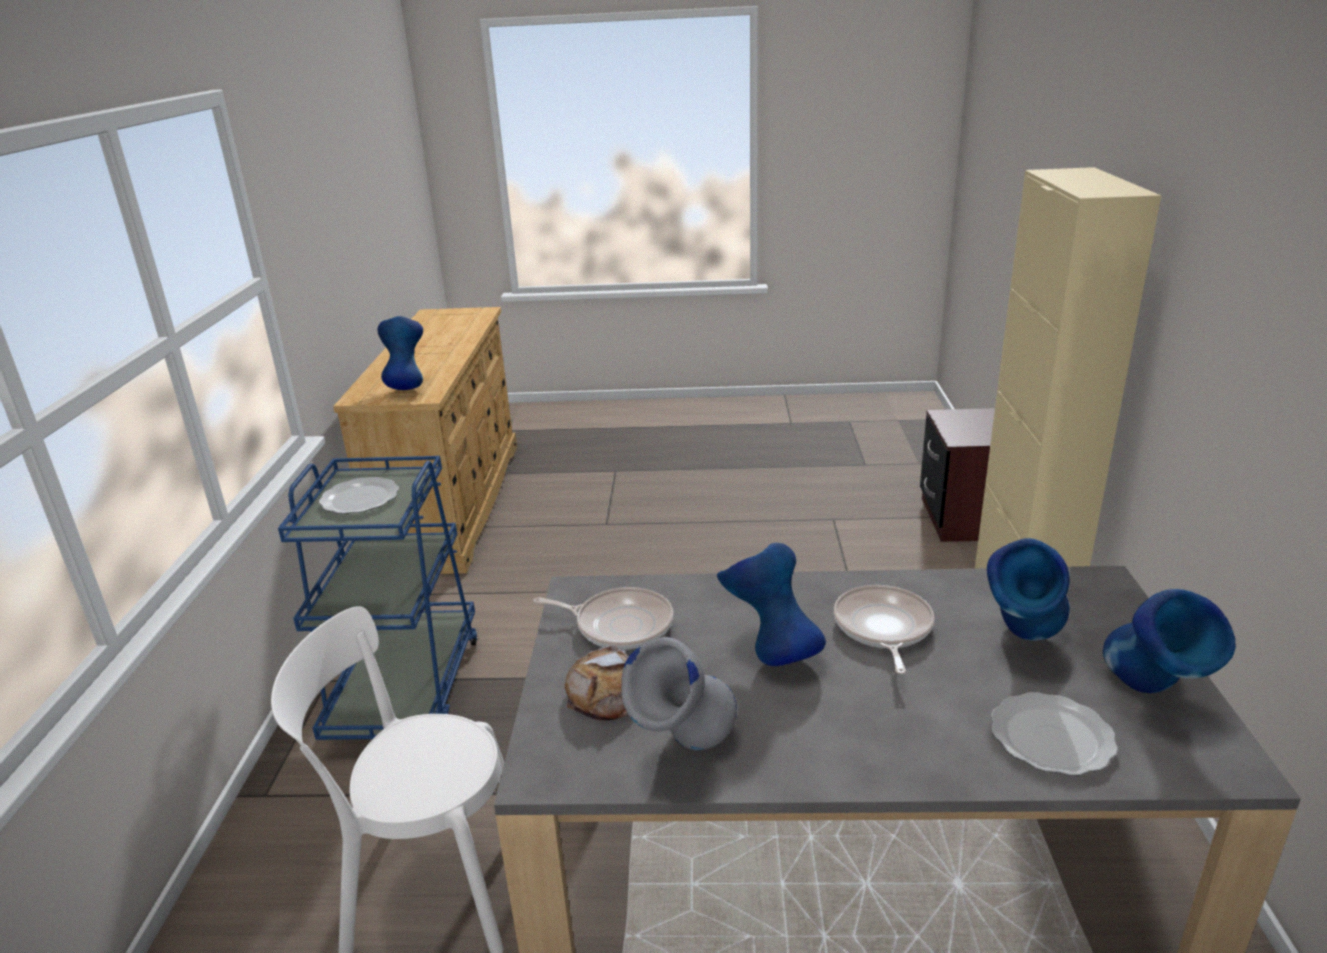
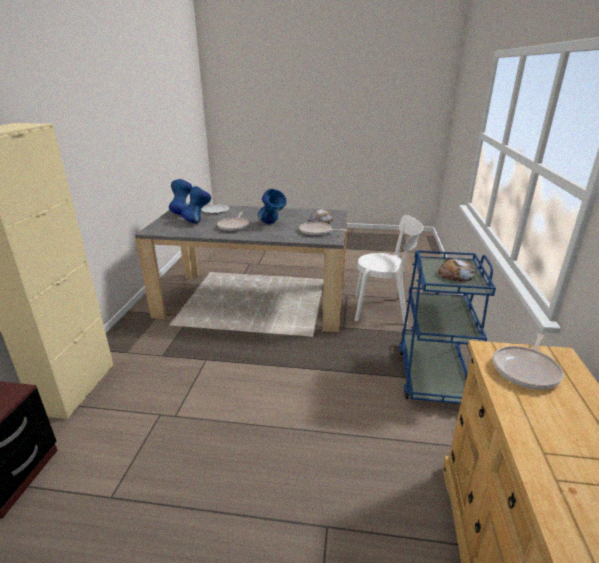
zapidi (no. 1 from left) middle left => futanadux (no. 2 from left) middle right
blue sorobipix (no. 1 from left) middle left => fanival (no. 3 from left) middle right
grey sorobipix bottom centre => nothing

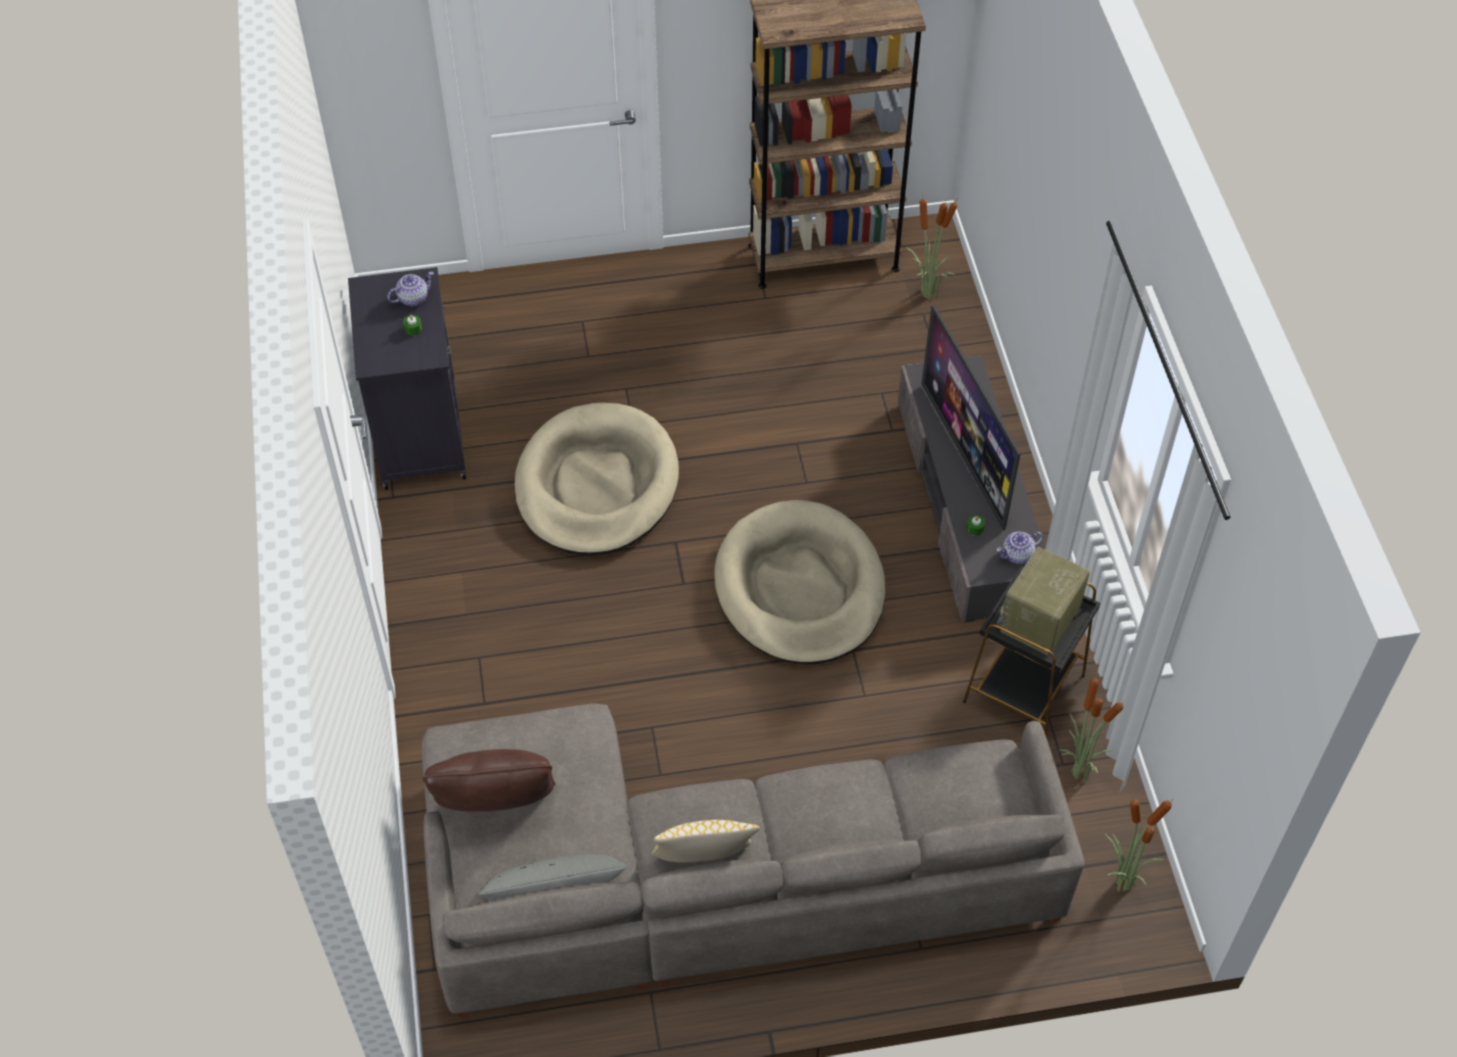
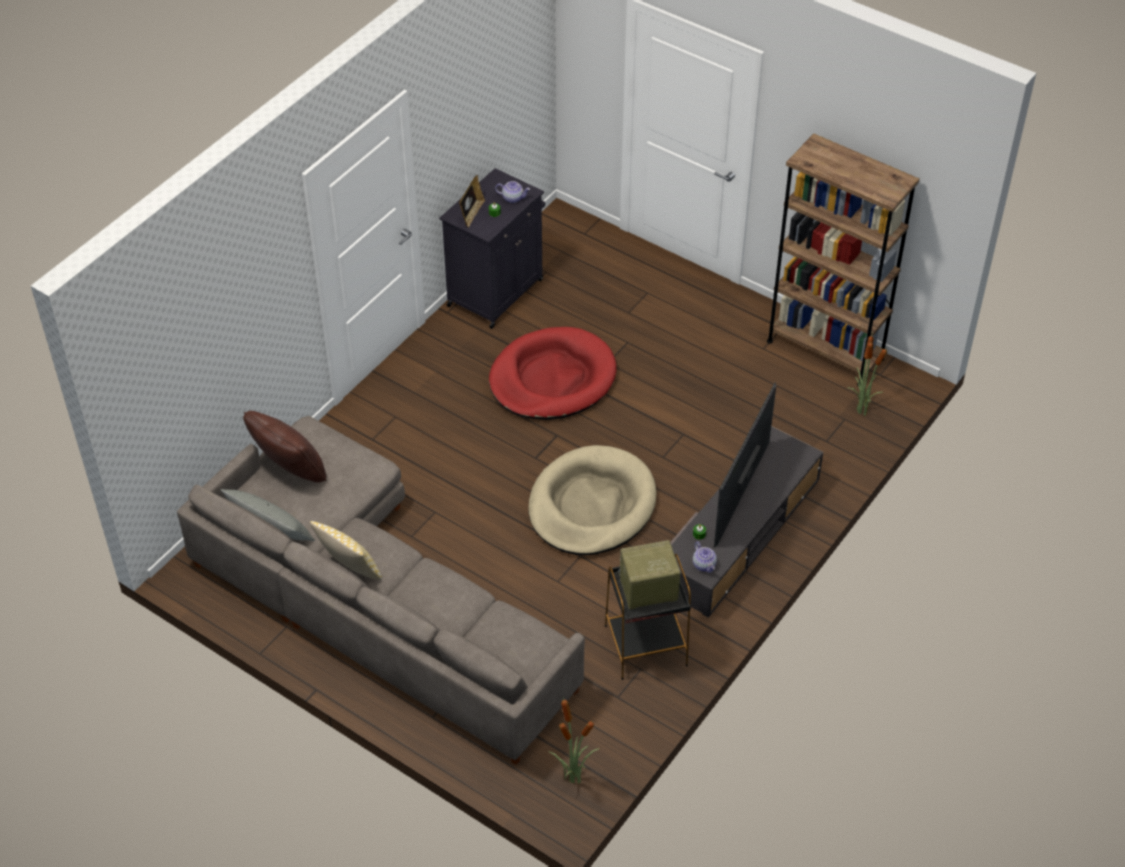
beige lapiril (no. 1 from left) centre => red lapiril centre
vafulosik (no. 2 from left) middle right => vafulosik (no. 2 from left) centre, 135 degrees counterclockwise
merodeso (no. 2 from left) bottom right => nothing
nothing => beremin top centre

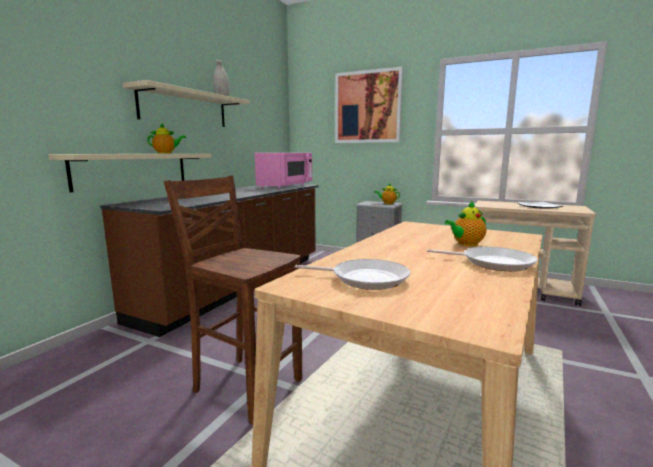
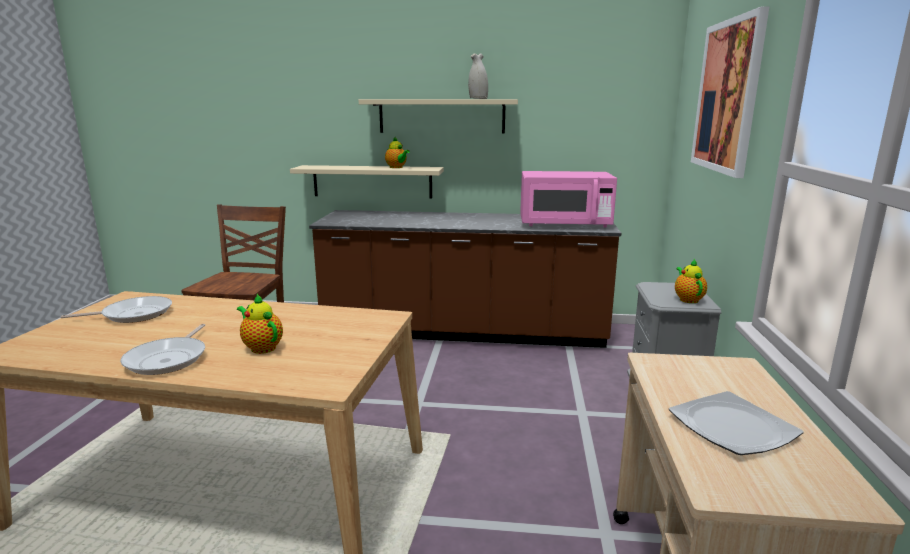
fanival (no. 1 from left) centre => fanival (no. 1 from left) middle left, 105 degrees counterclockwise

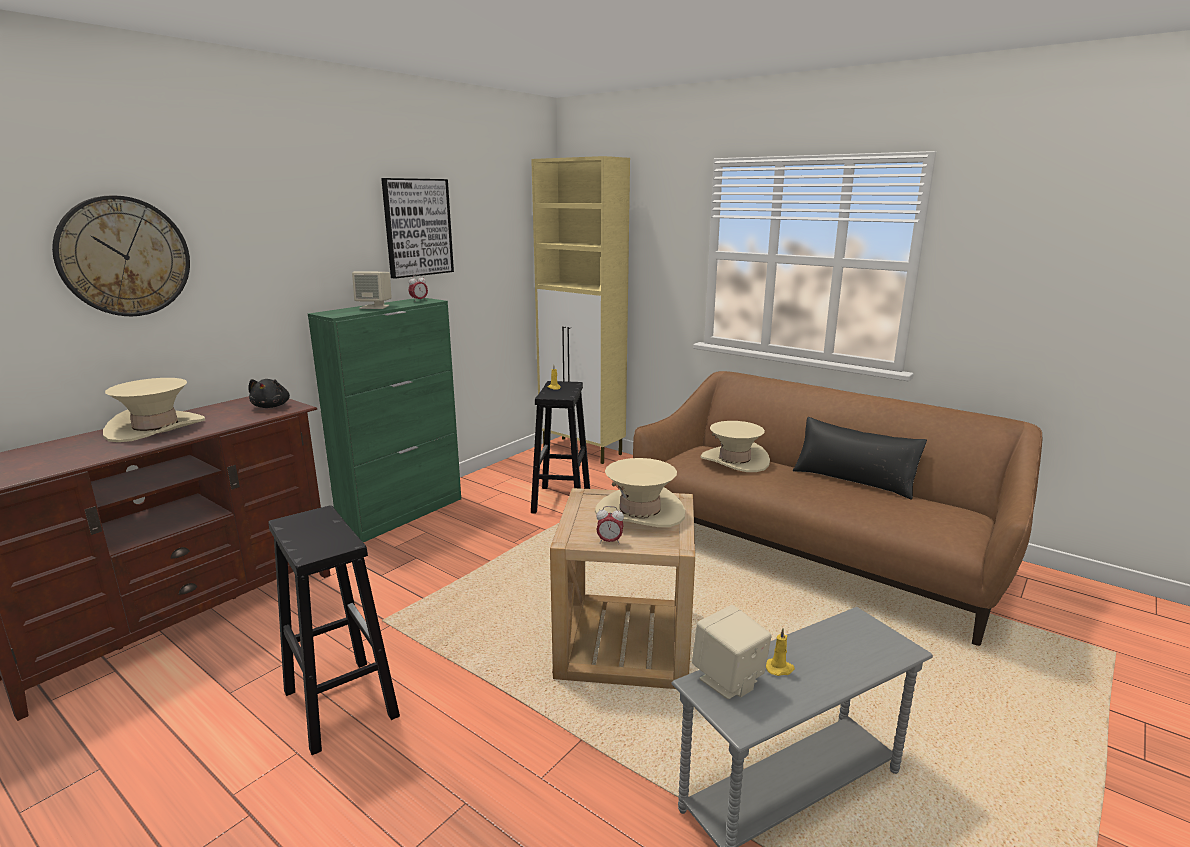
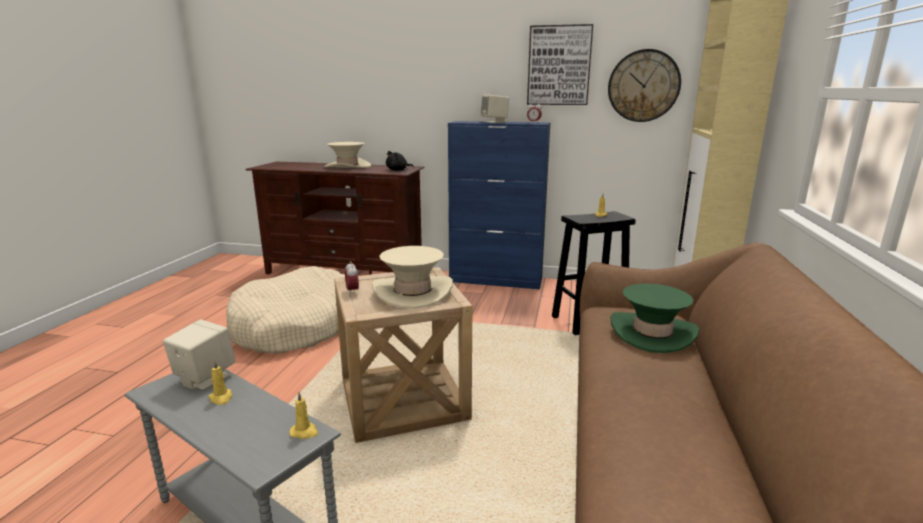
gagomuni top left => gagomuni top right, relocated
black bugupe (no. 1 from left) bottom left => beige lapiril middle left
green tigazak middle left => blue tigazak centre
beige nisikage (no. 3 from left) centre => green nisikage middle right
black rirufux middle right => nothing
nothing => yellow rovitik (no. 2 from left) bottom left

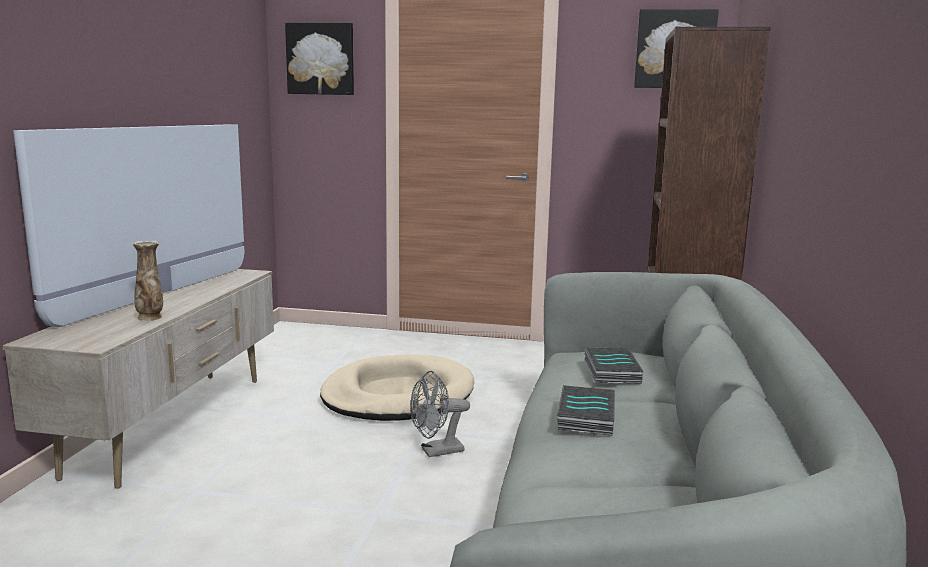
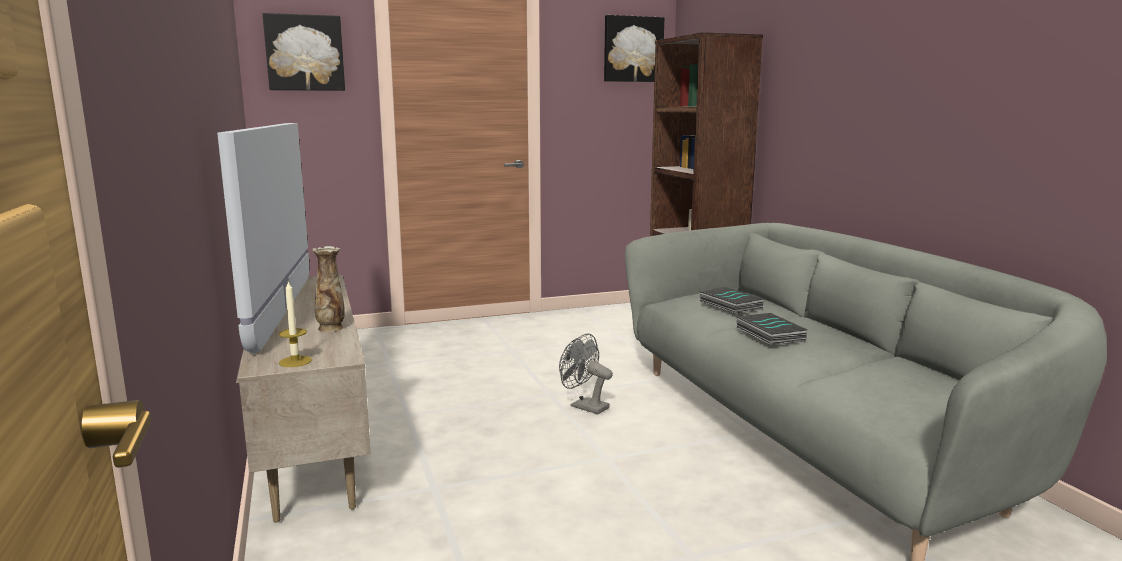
beige lapiril bottom centre => nothing
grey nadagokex bottom centre, 90 degrees clockwise
nothing => rovitik middle left

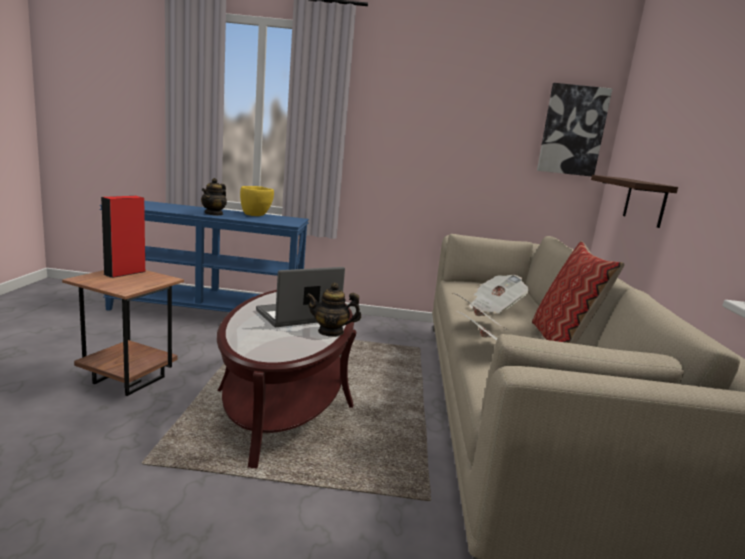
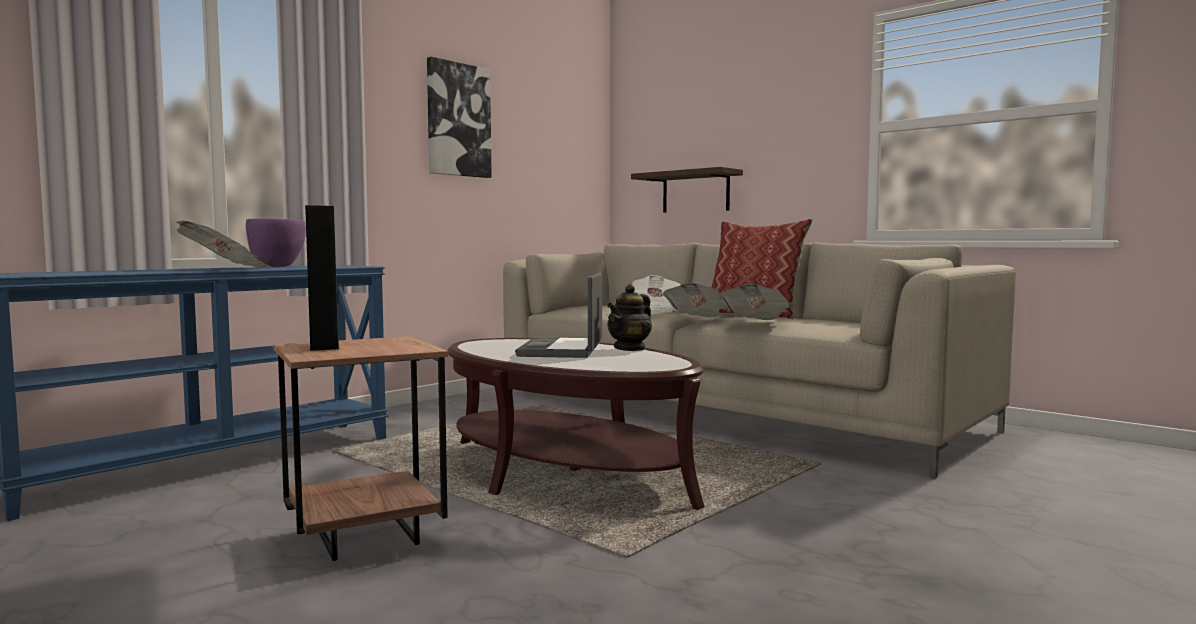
vafulosik (no. 1 from left) middle left => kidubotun (no. 1 from left) middle left
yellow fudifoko centre => purple fudifoko middle left
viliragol top right => viliragol top centre, relocated

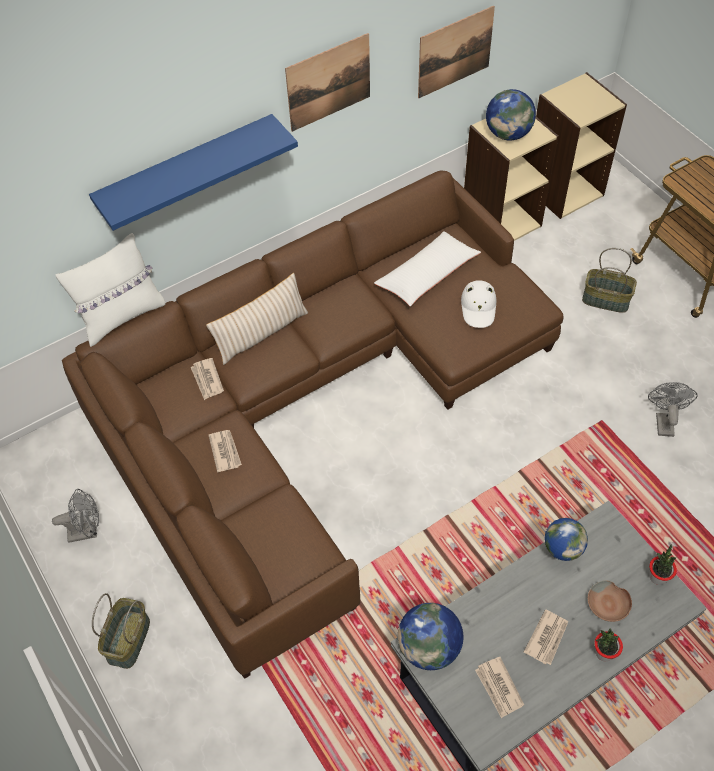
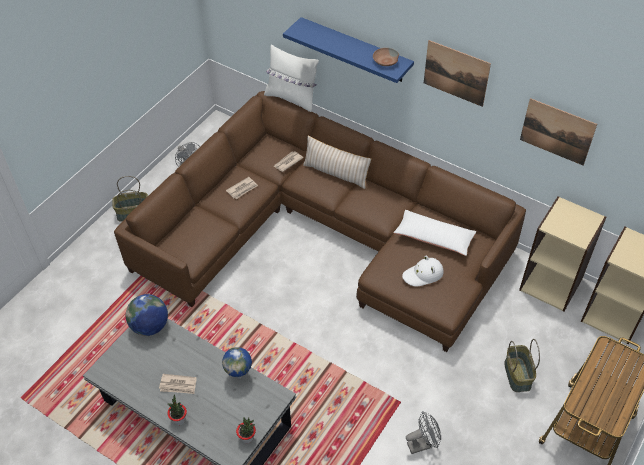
kidubotun (no. 3 from left) bottom right => nothing
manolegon (no. 2 from left) top right => nothing
brown fudifoko bottom right => brown fudifoko top centre, relocated

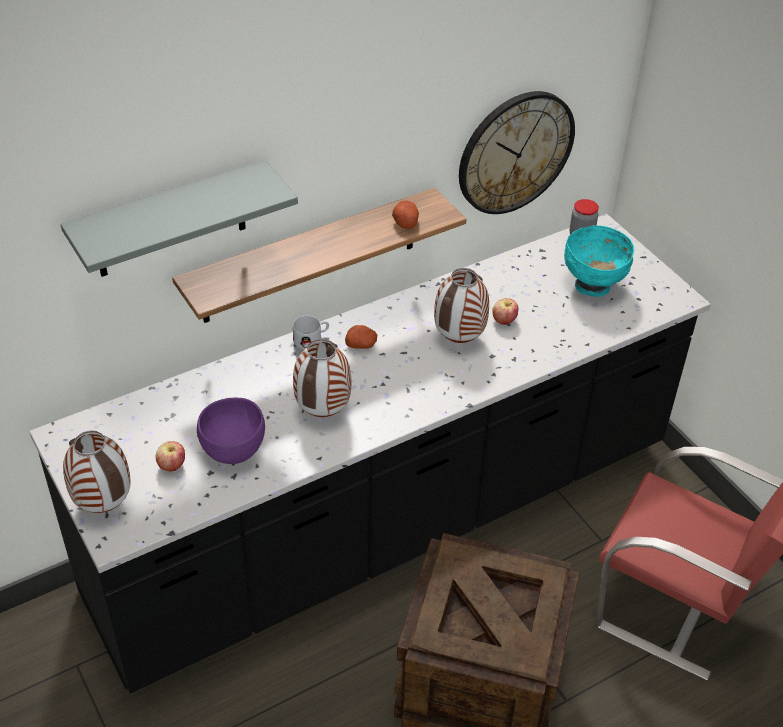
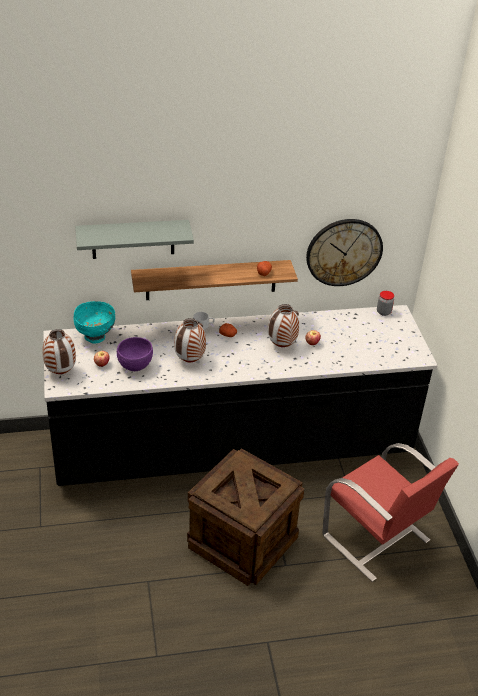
turquoise fudifoko middle right => turquoise fudifoko middle left, relocated

